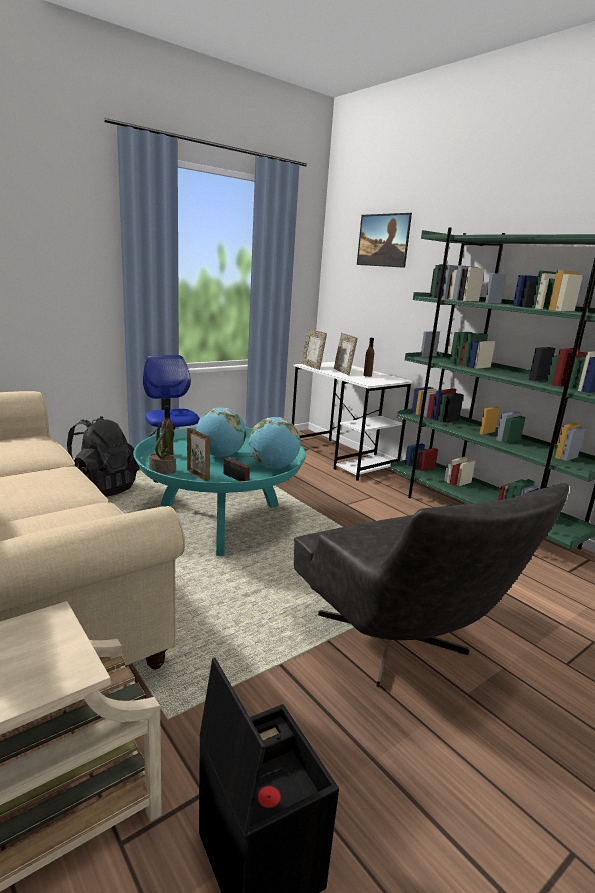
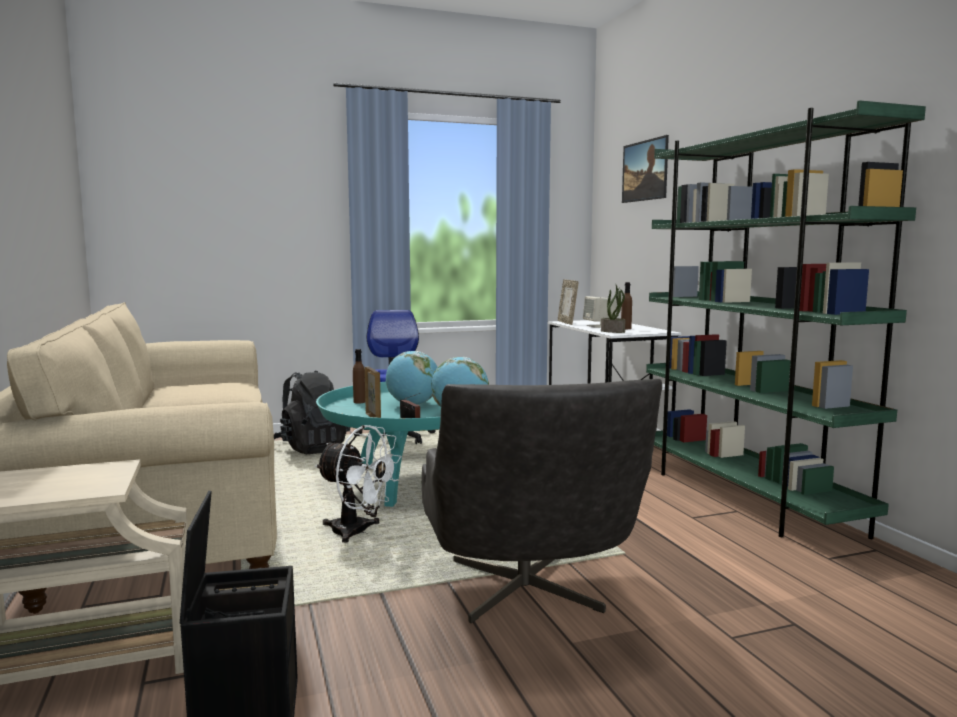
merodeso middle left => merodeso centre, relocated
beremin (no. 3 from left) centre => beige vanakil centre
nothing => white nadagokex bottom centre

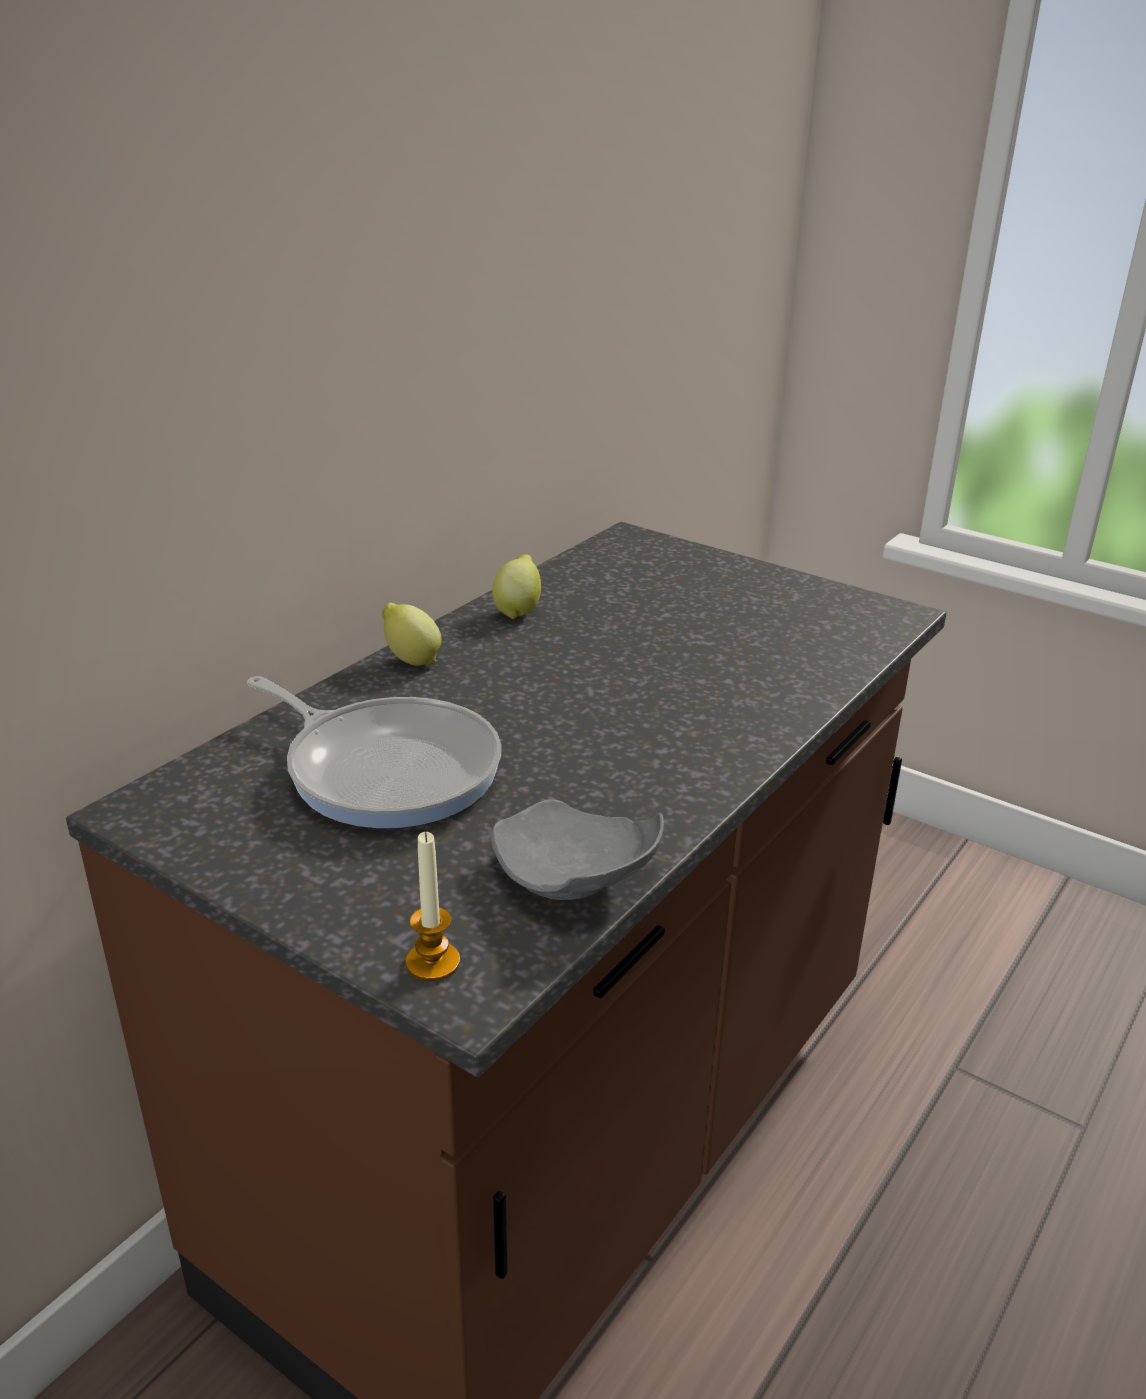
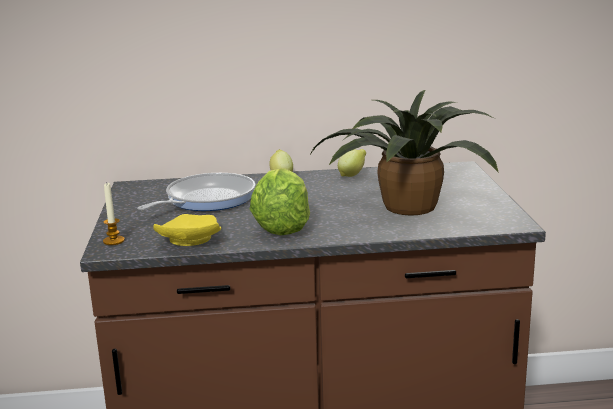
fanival middle left, 135 degrees counterclockwise
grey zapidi centre => yellow zapidi middle left
nothing => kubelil centre
nothing => merodeso centre

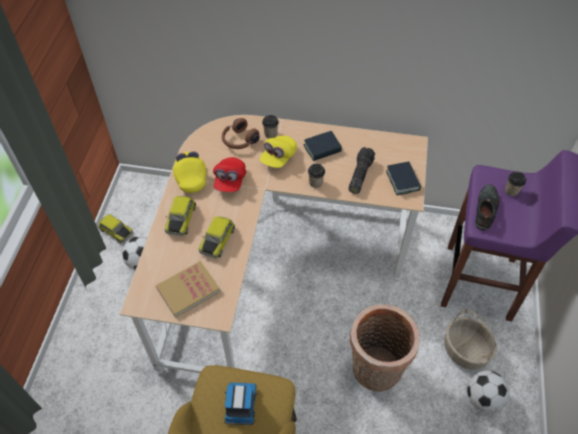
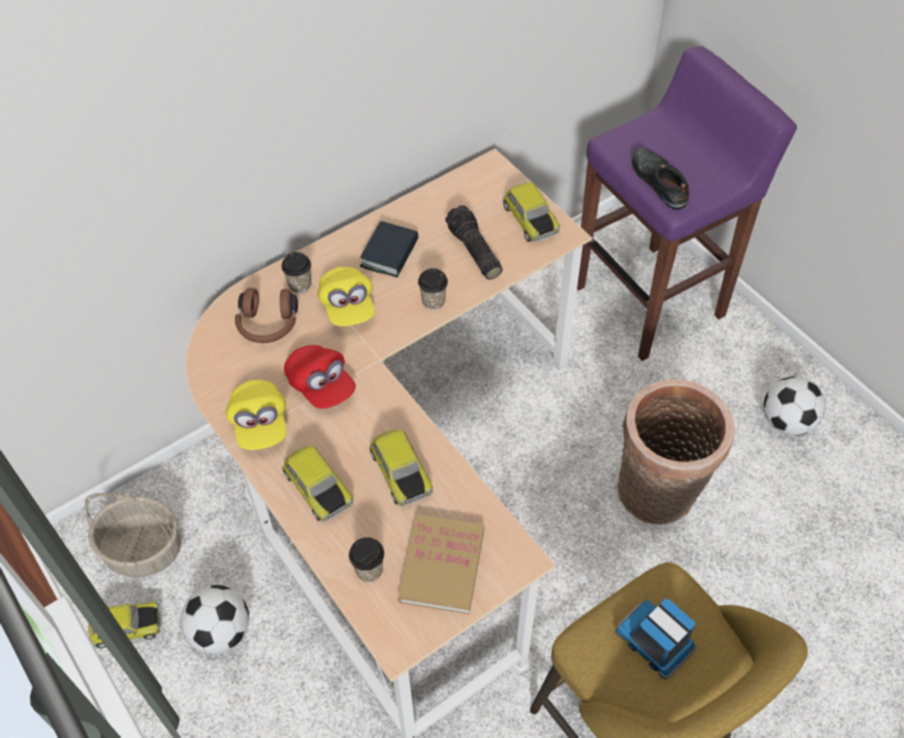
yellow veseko (no. 1 from left) middle left, 135 degrees counterclockwise
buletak (no. 3 from left) middle right => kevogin (no. 4 from left) top centre
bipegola (no. 2 from left in the first image) bottom right => bipegola (no. 1 from left) bottom left, relocated
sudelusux (no. 3 from left in the first image) middle right => sudelusux (no. 2 from left) bottom centre, relocated

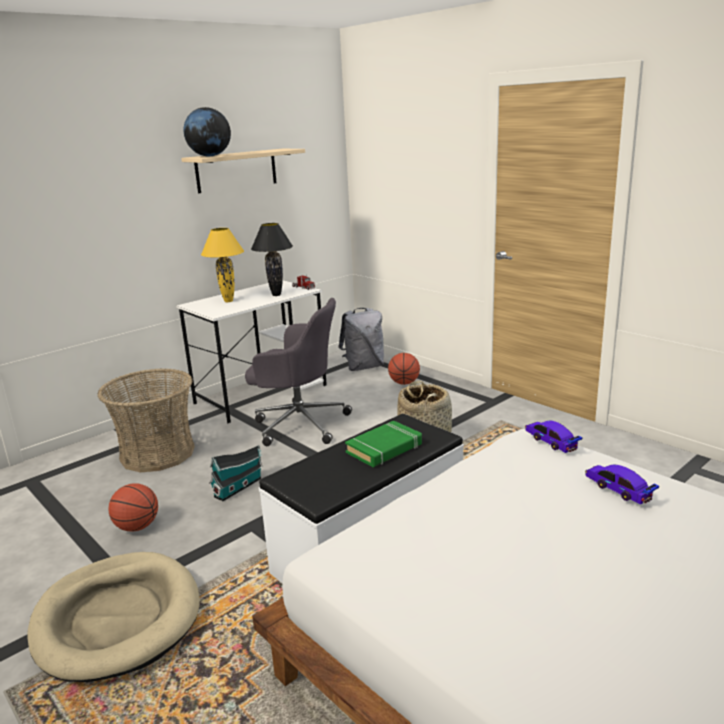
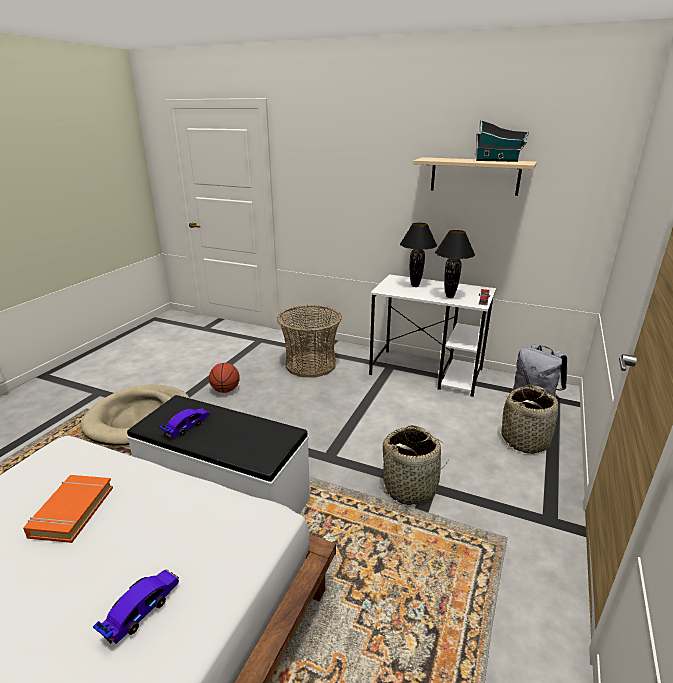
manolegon top left => nothing
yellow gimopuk middle left => black gimopuk (no. 1 from left) centre
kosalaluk middle left => kosalaluk top right, relocated
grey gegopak centre => nothing
green buletak centre => nothing
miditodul (no. 2 from left) centre => bipegola (no. 3 from left) middle right
kevogin (no. 1 from left in the first image) middle right => kevogin (no. 2 from left) middle left, relocated
nothing => orange buletak bottom left

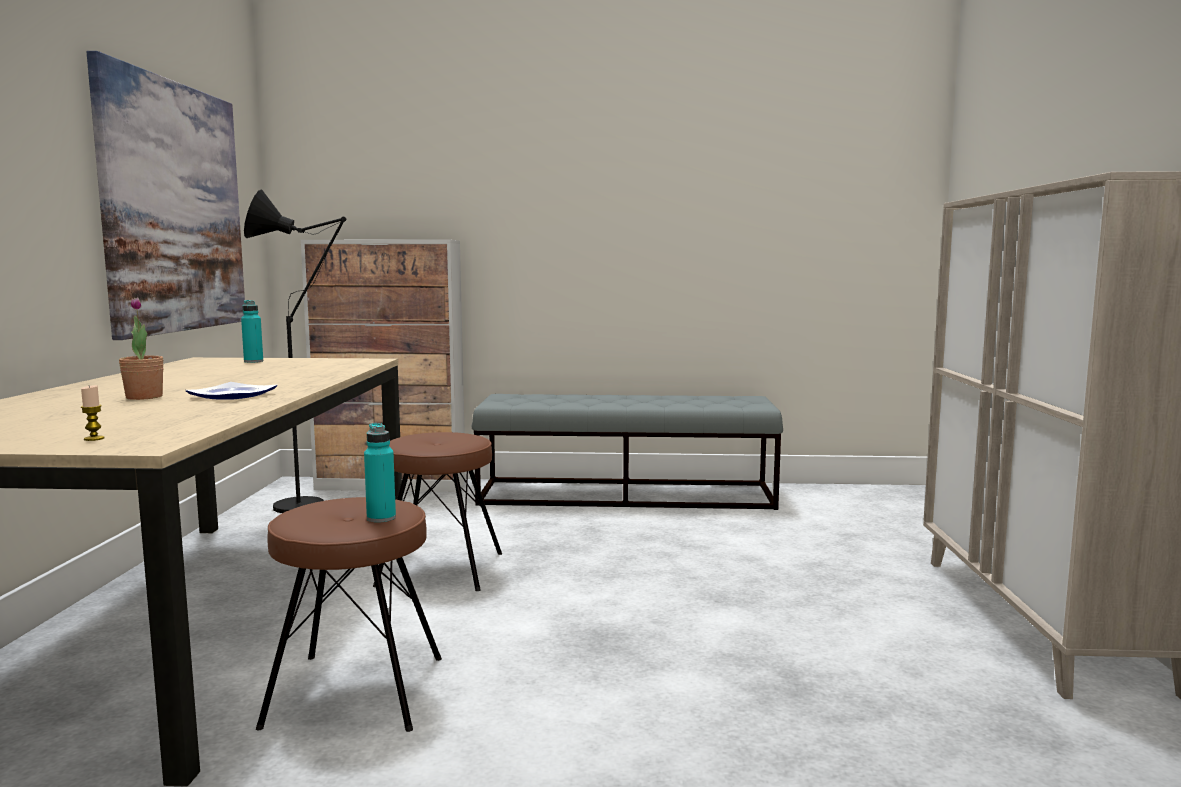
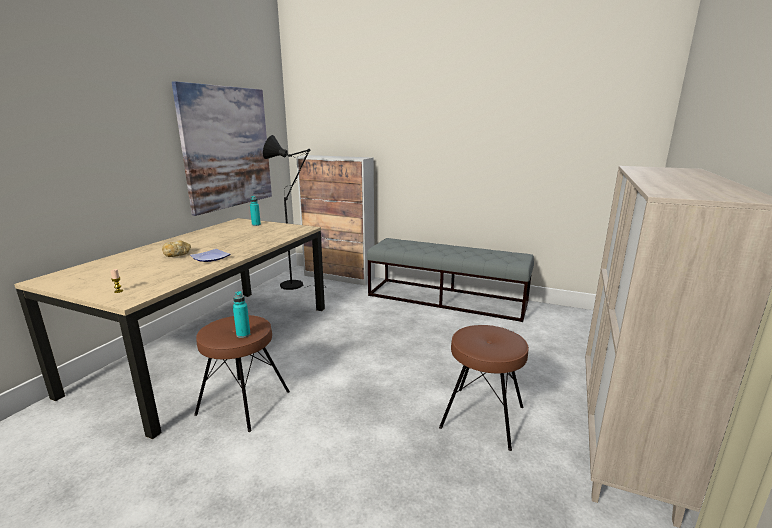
merodeso middle left => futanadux middle left
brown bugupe (no. 2 from left) centre => brown bugupe (no. 2 from left) bottom centre, relocated

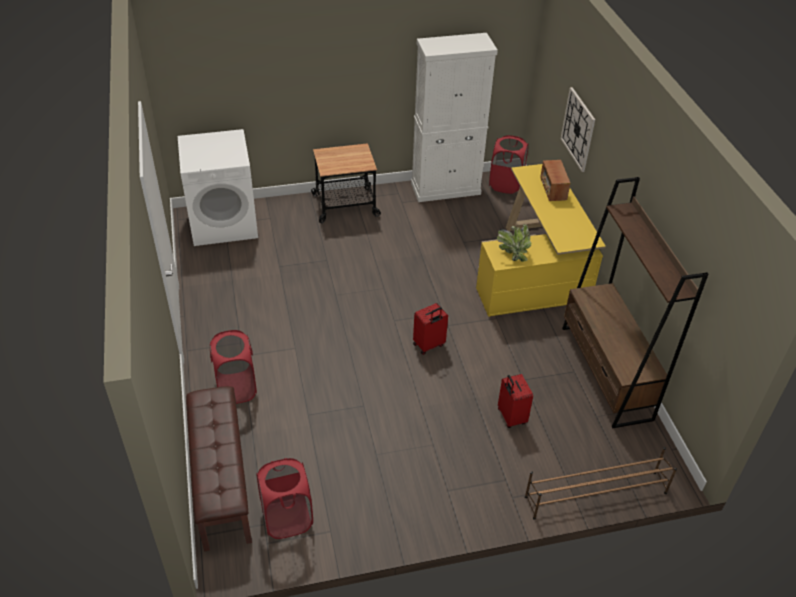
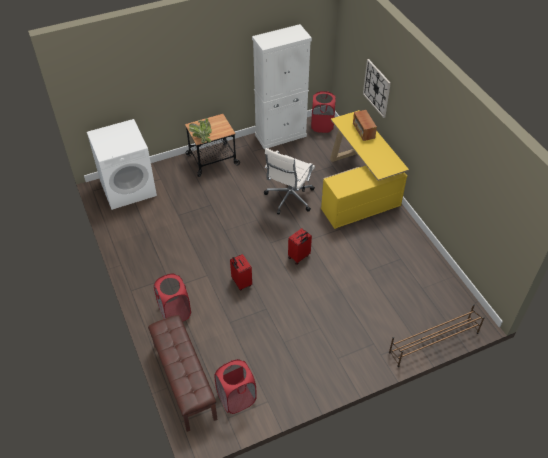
merodeso centre => merodeso top centre, relocated
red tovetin (no. 2 from left in the first image) bottom centre => red tovetin (no. 1 from left) centre, relocated
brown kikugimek middle right => nothing
nothing => white gegopak centre

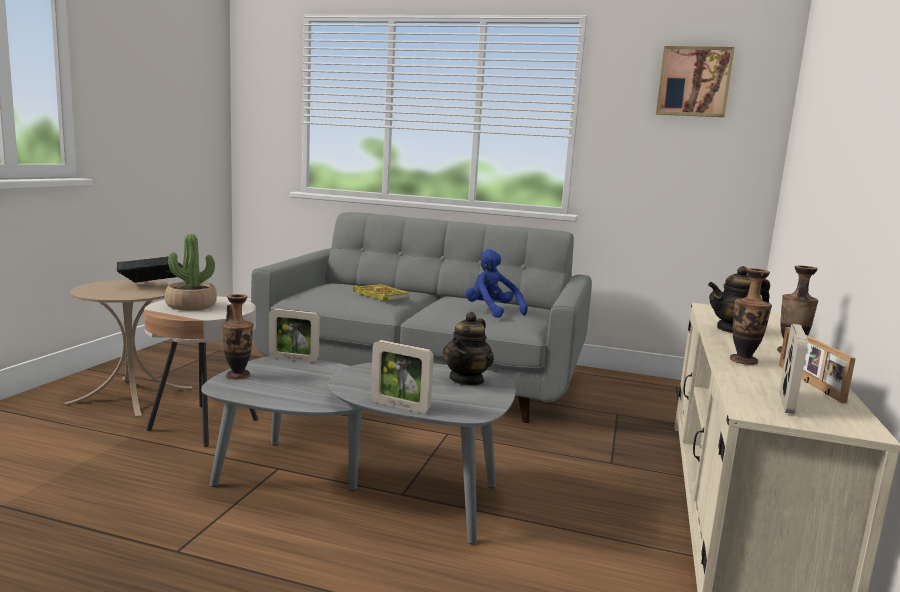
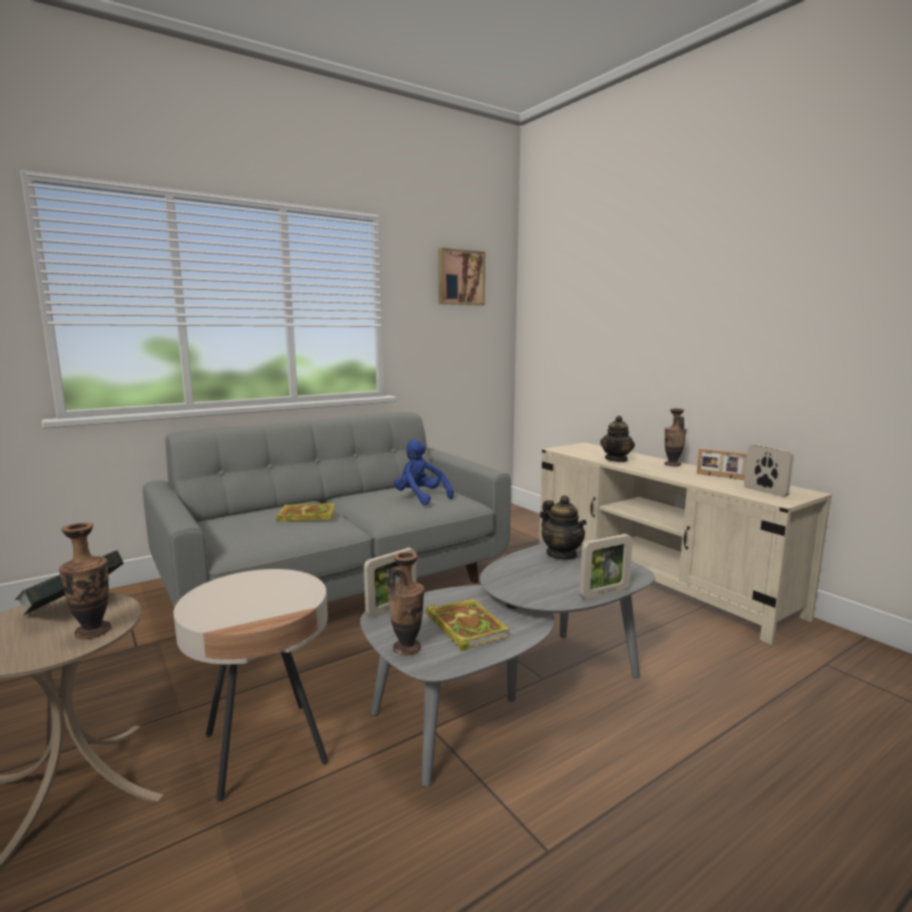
merodeso middle left => nothing
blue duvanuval centre, 45 degrees clockwise
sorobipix (no. 2 from left in the first image) middle right => sorobipix (no. 1 from left) middle left, relocated
nothing => buletak (no. 3 from left) bottom centre

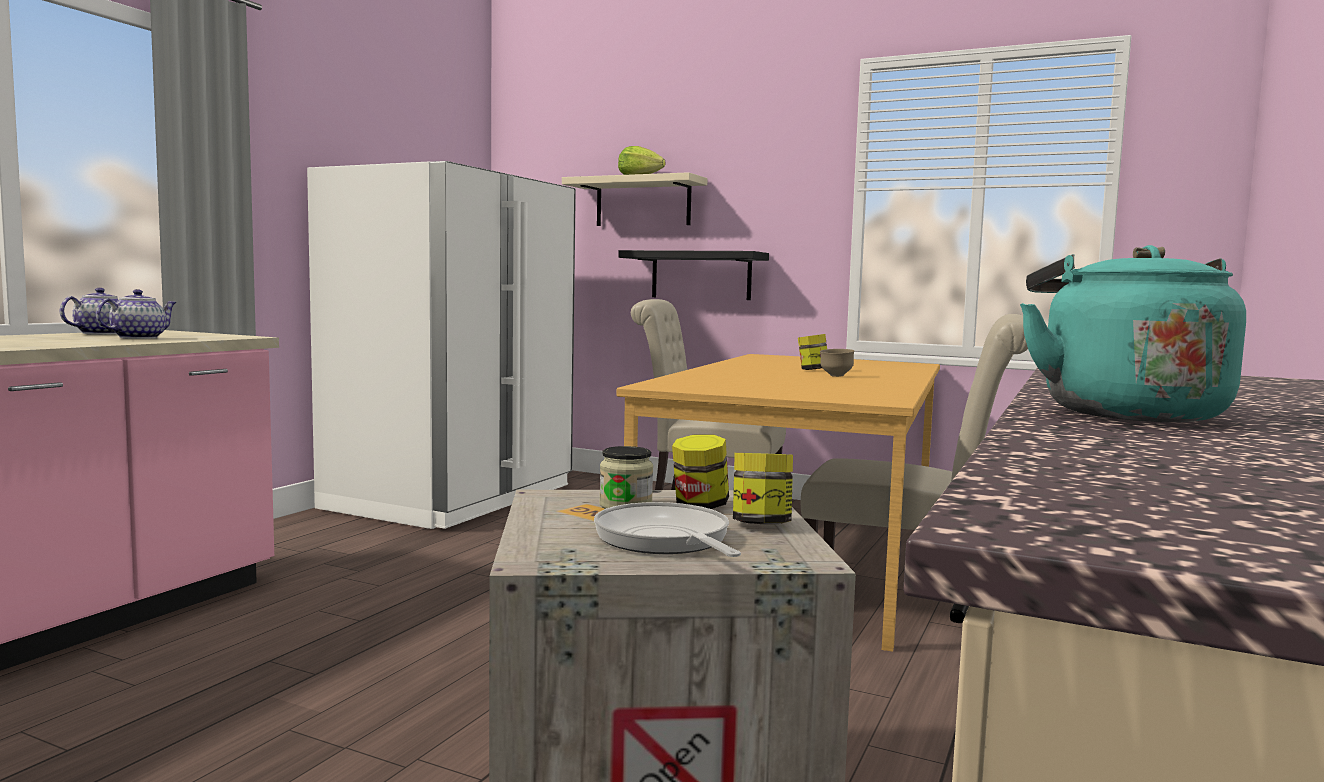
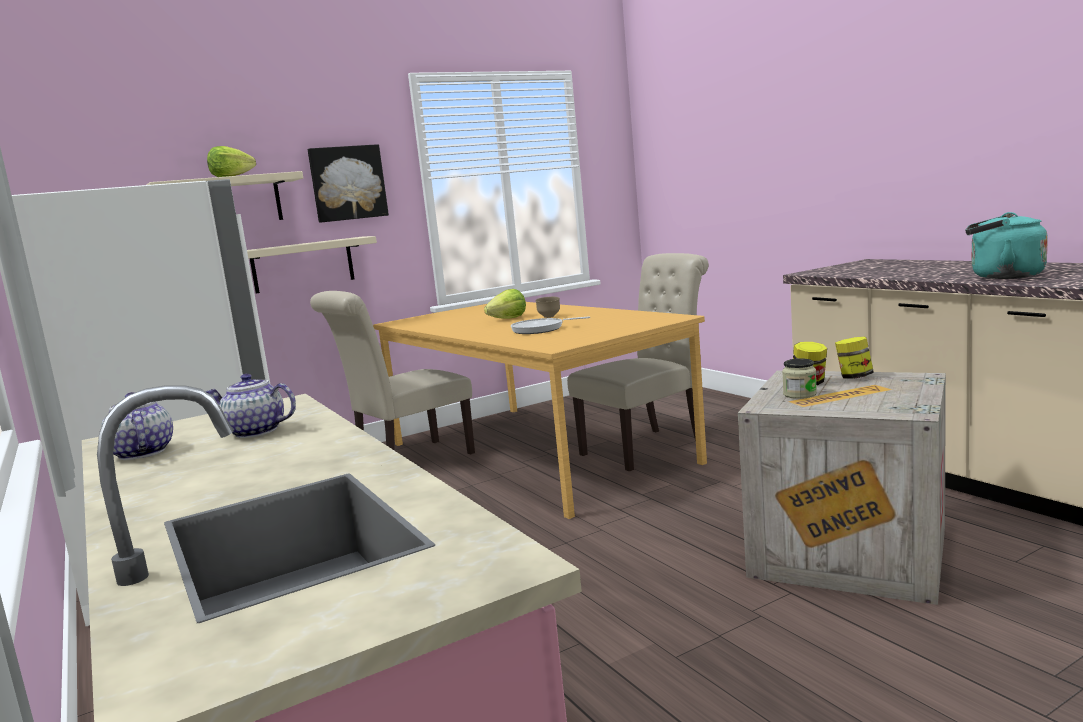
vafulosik (no. 2 from left) middle left, 45 degrees counterclockwise
fanival bottom centre => fanival centre, relocated
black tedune centre => beige tedune (no. 2 from left) middle left
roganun (no. 4 from left) centre => kubelil (no. 2 from left) centre
nothing => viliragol top left

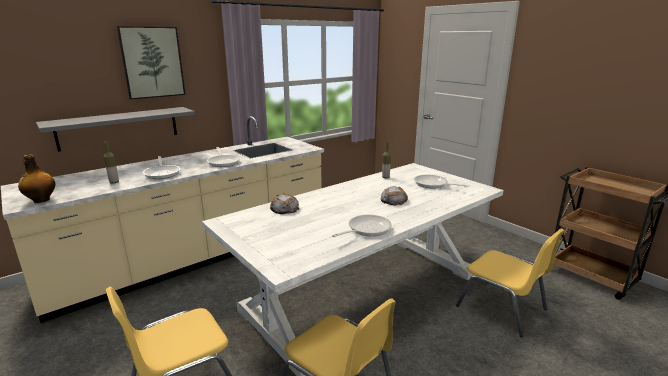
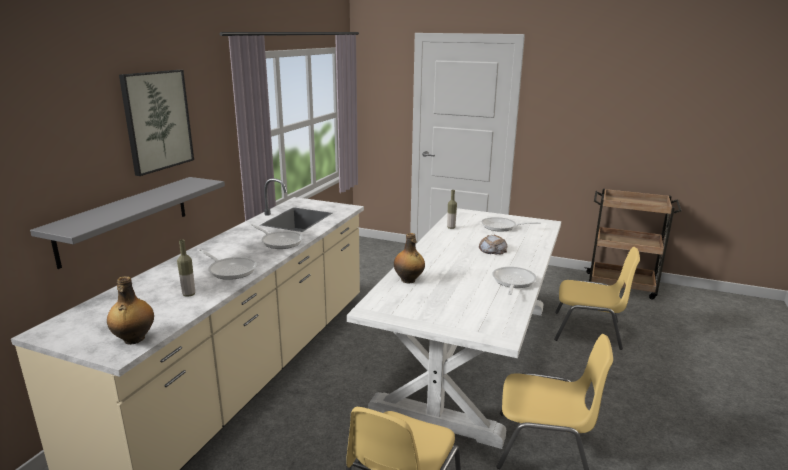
futanadux (no. 1 from left) centre => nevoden (no. 3 from left) centre

